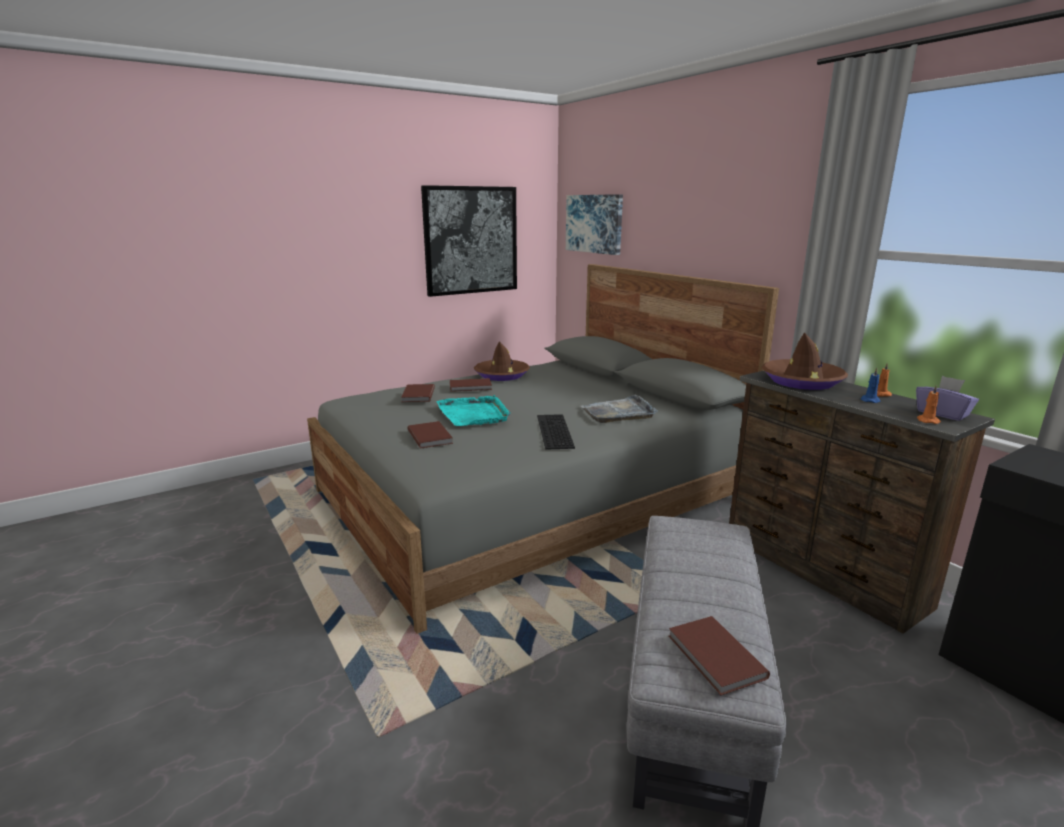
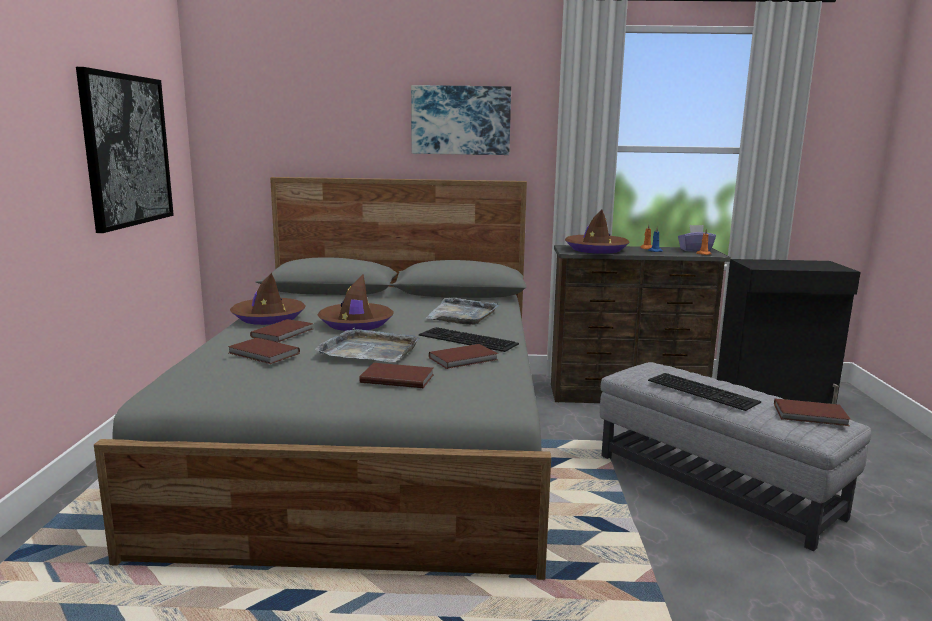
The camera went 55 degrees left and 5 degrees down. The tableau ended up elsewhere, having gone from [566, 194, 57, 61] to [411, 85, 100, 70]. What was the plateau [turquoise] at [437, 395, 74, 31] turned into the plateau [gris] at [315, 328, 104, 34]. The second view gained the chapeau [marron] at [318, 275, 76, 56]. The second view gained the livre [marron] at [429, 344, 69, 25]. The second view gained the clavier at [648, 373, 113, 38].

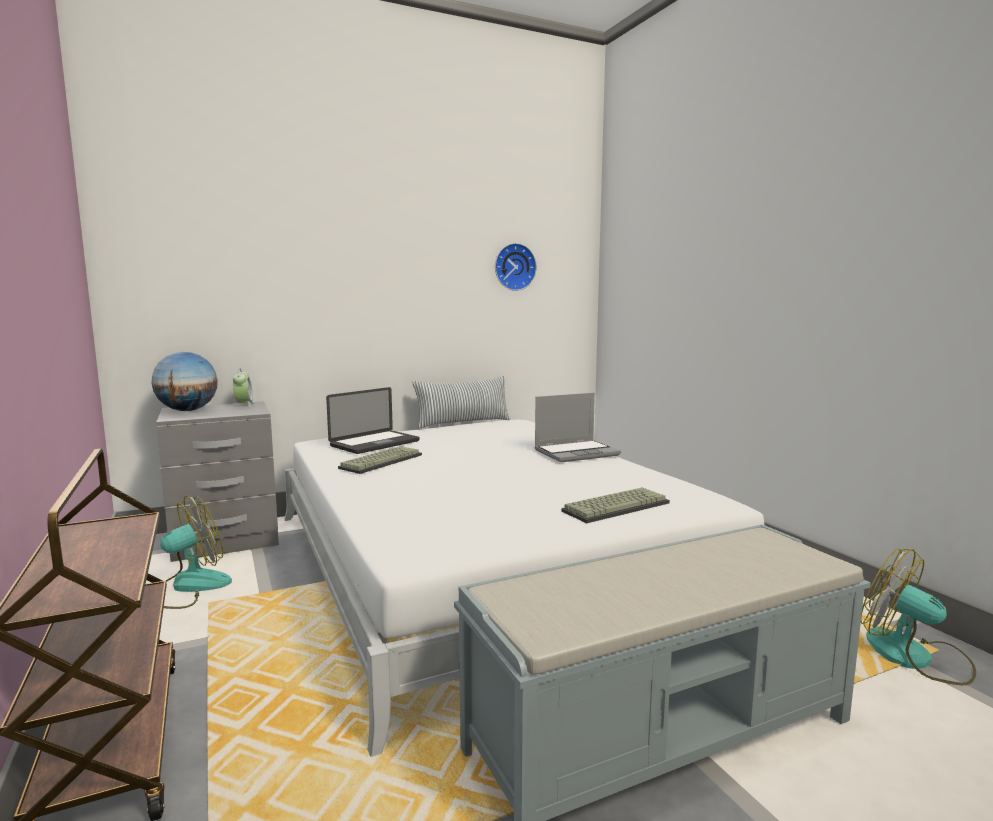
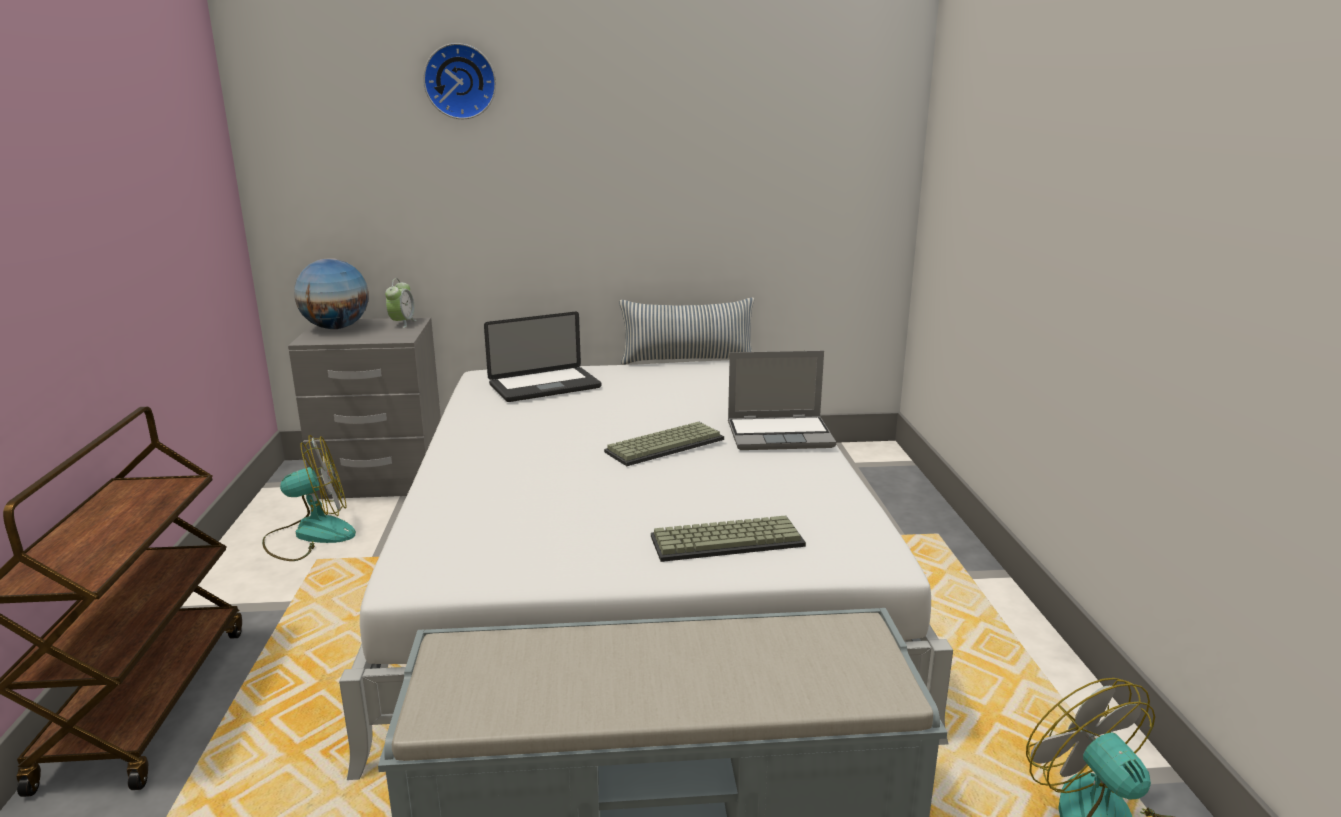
The camera went 20 degrees right and 10 degrees up. The horloge murale ended up elsewhere, having gone from [495, 243, 42, 48] to [423, 43, 73, 76]. The clavier ended up elsewhere, having gone from [338, 446, 84, 28] to [604, 422, 120, 44].

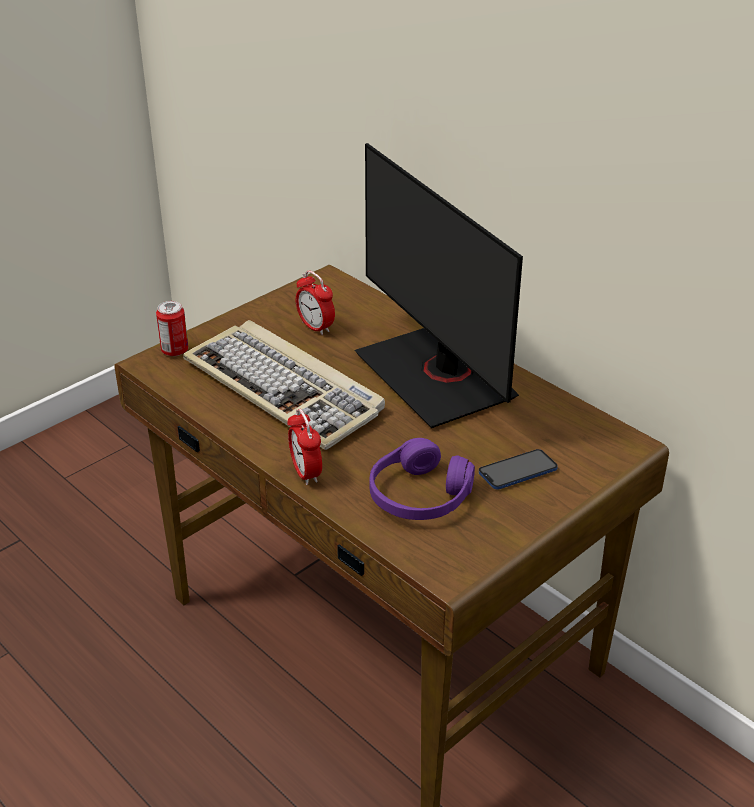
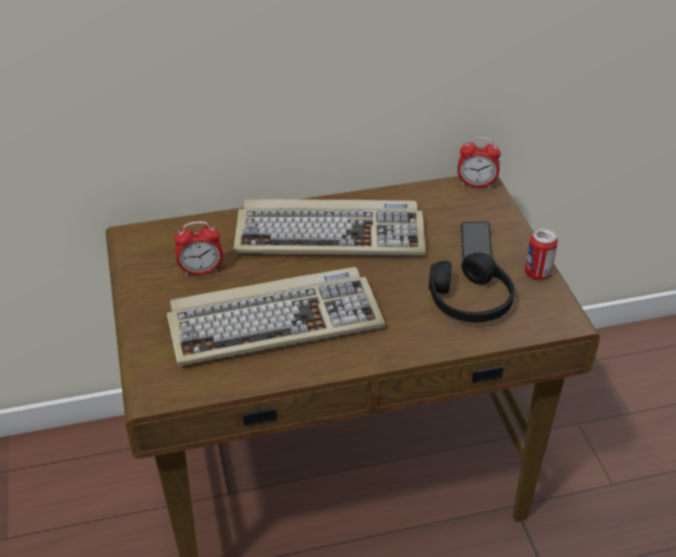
The camera went 60 degrees left and 5 degrees up. Where the écran d'ordinateur stood at [355, 143, 168, 285], the clavier came to stand at [234, 199, 192, 56]. The boîte métallique ended up elsewhere, having gone from [156, 301, 32, 55] to [525, 228, 33, 52]. The réveil ended up elsewhere, having gone from [287, 409, 35, 76] to [457, 137, 44, 51]. What was the casque audio [violet] at [369, 438, 106, 82] turned into the casque audio [noir] at [429, 253, 86, 69].

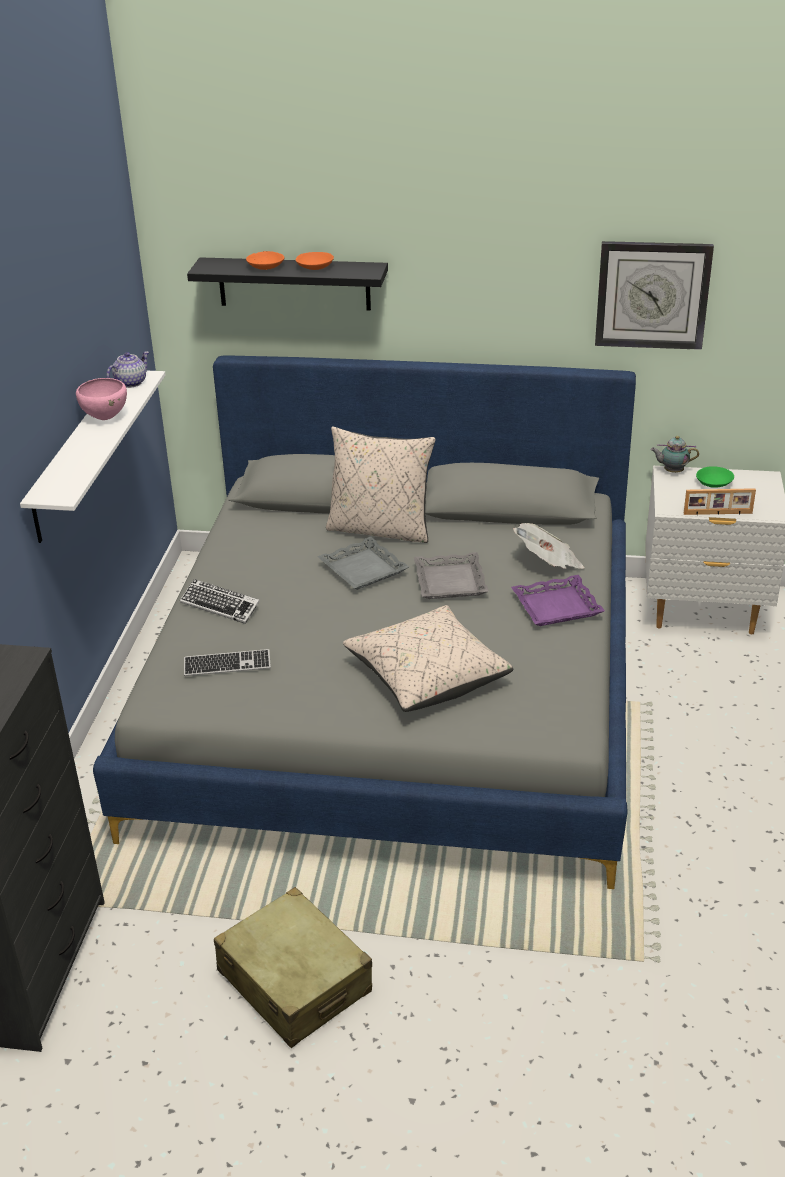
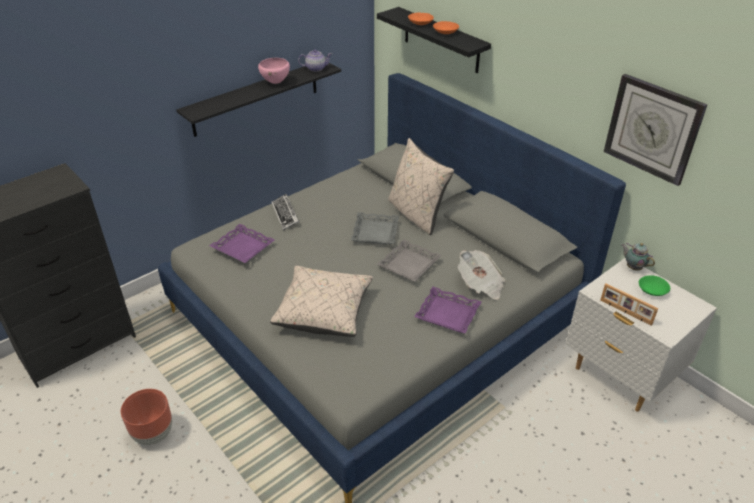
The camera went 40 degrees right and 5 degrees up. What was the étagère [blanc] at [20, 371, 146, 172] turned into the étagère [noir] at [176, 63, 165, 74]. Where the clavier stood at [184, 649, 87, 27], the plateau [violet] came to stand at [209, 224, 66, 39]. Where the valise [beige] stood at [214, 887, 158, 161], the cache-pot [marron] came to stand at [121, 389, 51, 56].

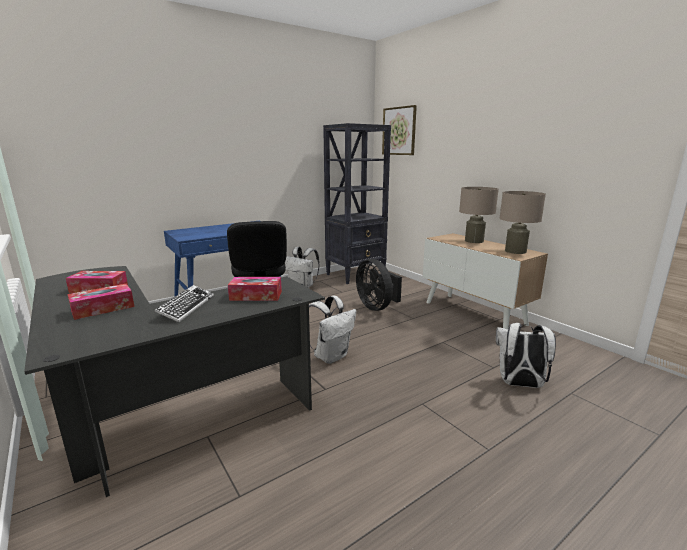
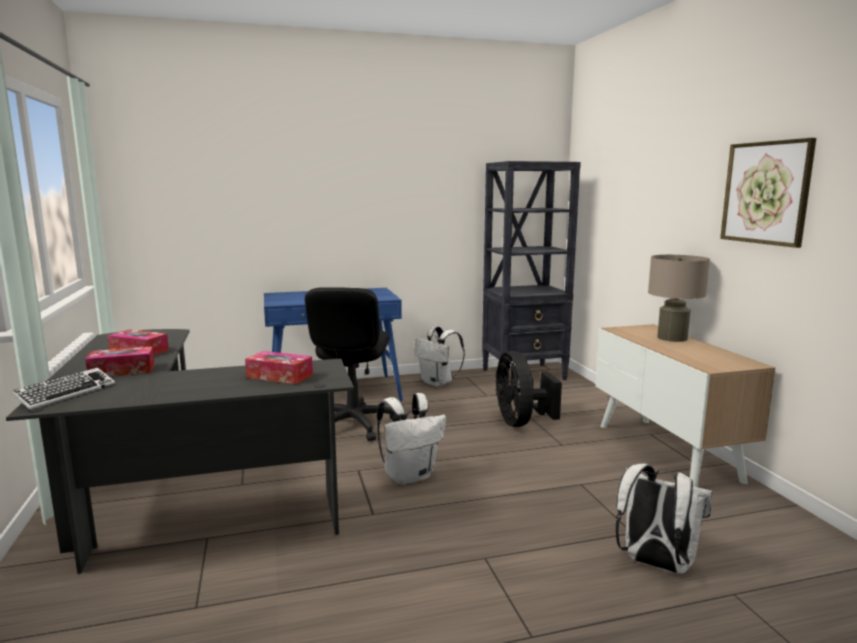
The camera went 20 degrees right and 5 degrees down. The tableau ended up elsewhere, having gone from [382, 105, 35, 50] to [720, 138, 96, 110]. The second view lost the lampe de table [beige] at [499, 191, 47, 63]. The clavier ended up elsewhere, having gone from [154, 285, 60, 37] to [11, 367, 104, 43].

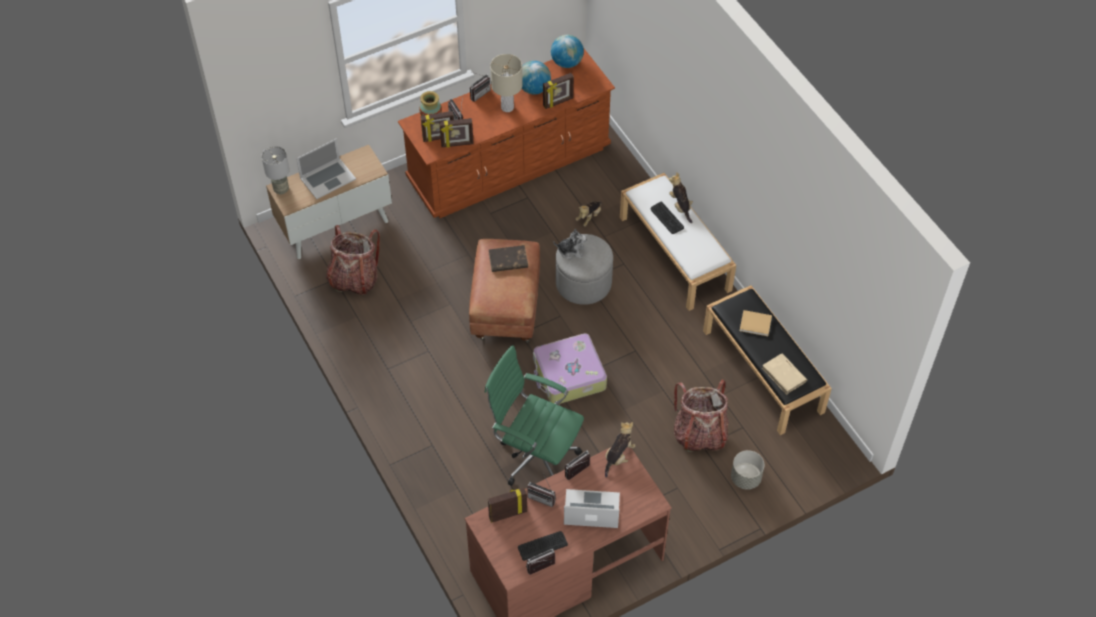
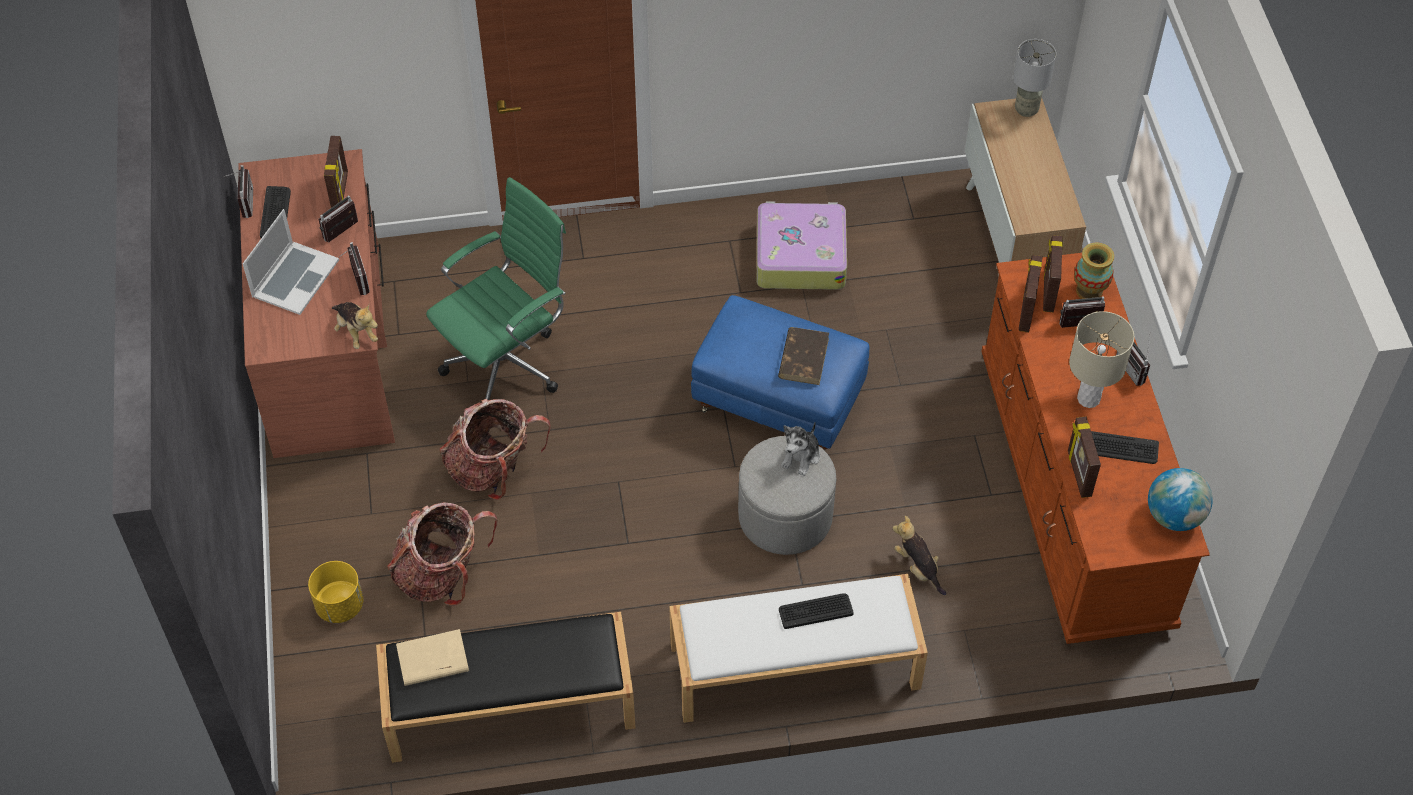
The camera went 110 degrees right and 0 degrees up. Where the globe stood at [522, 61, 29, 33], the clavier came to stand at [1091, 431, 68, 33]. The second view lost the ordinateur portable at [296, 139, 60, 60]. The second view lost the peluche at [669, 172, 24, 51]. The sac à dos ended up elsewhere, having gone from [326, 225, 54, 70] to [440, 399, 111, 101]. What was the pouf [marron] at [469, 239, 71, 104] turned into the pouf [bleu] at [691, 295, 178, 155]. The second view lost the livre [beige] at [740, 310, 32, 26]. The valise ended up elsewhere, having gone from [533, 333, 74, 71] to [757, 201, 90, 89]. What was the cache-pot [gris] at [731, 450, 34, 40] turned into the cache-pot [jaune] at [308, 561, 55, 62].

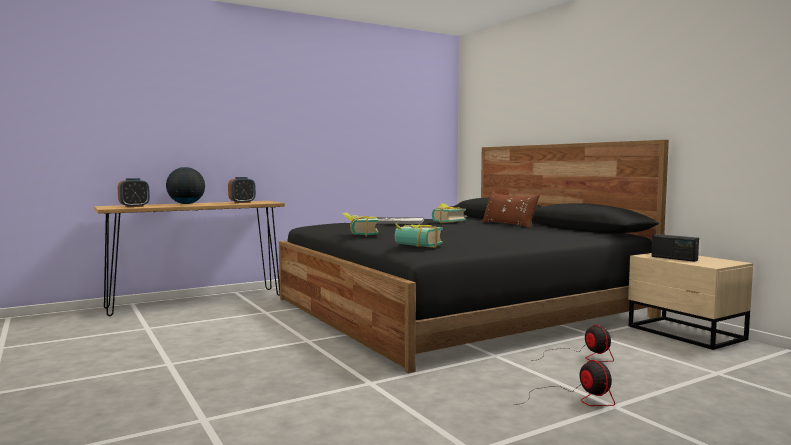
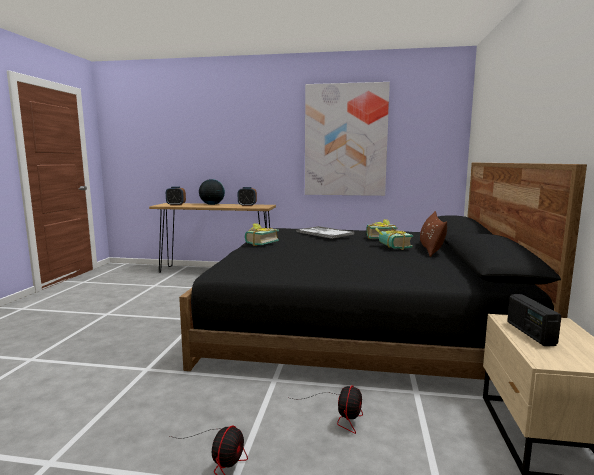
The camera went 40 degrees right and 5 degrees up. The livre ended up elsewhere, having gone from [395, 222, 48, 26] to [375, 228, 38, 22]. The second view gained the tableau at [305, 82, 85, 114].

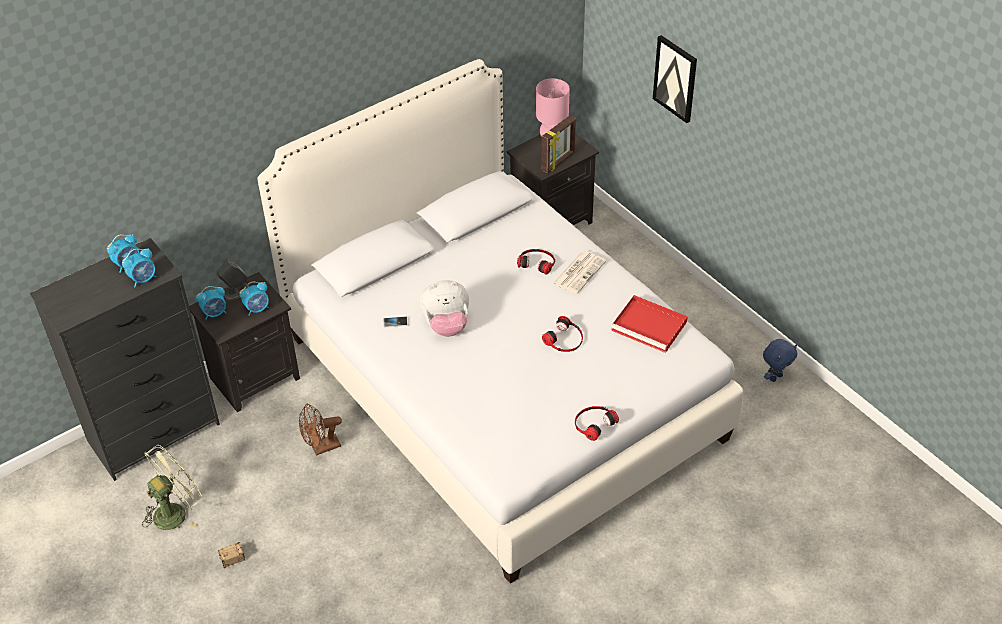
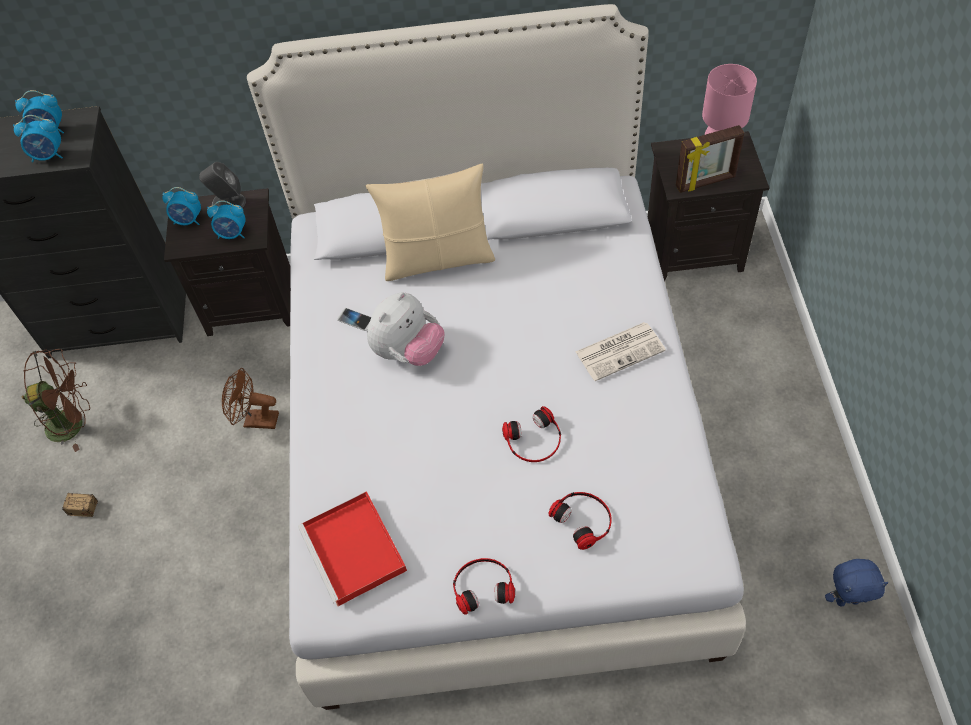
The camera went 35 degrees right and 10 degrees up. The second view lost the tableau at [653, 35, 44, 88]. The casque audio ended up elsewhere, having gone from [517, 249, 38, 25] to [549, 492, 63, 58]. The peluche at [420, 280, 49, 57] ended up facing another way, 75 degrees counterclockwise from before. The plateau [rouge] ended up elsewhere, having gone from [611, 295, 77, 58] to [298, 491, 109, 115]. What was the ventilateur [vert] at [142, 445, 60, 85] turned into the ventilateur [marron] at [22, 349, 68, 103]. The second view gained the coussin [beige] at [365, 163, 130, 118].

